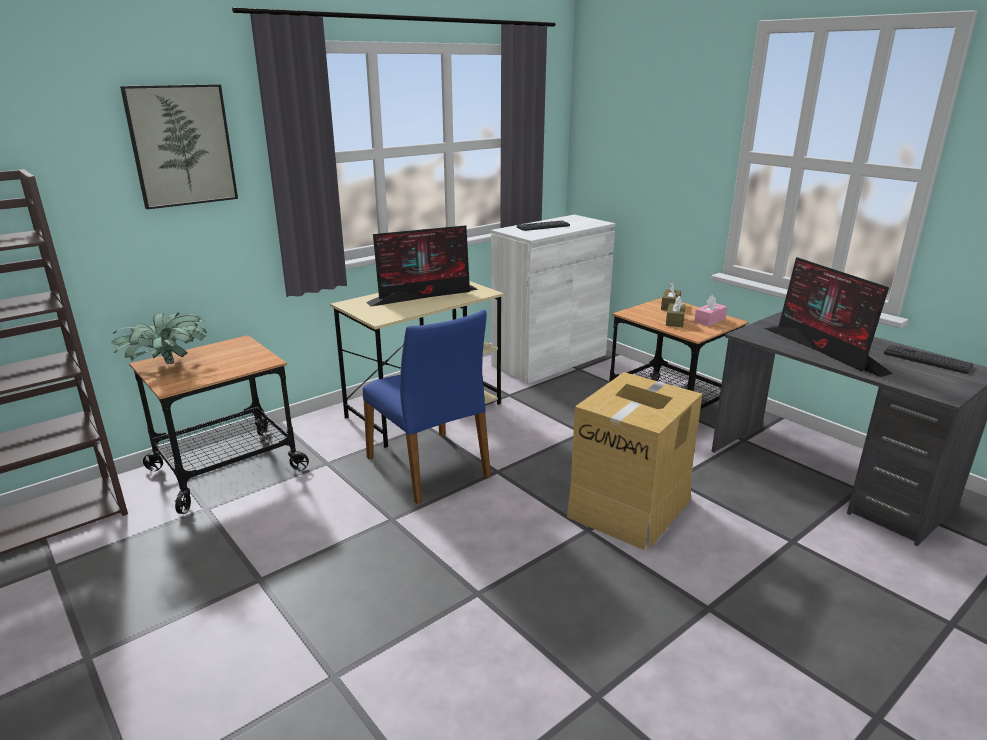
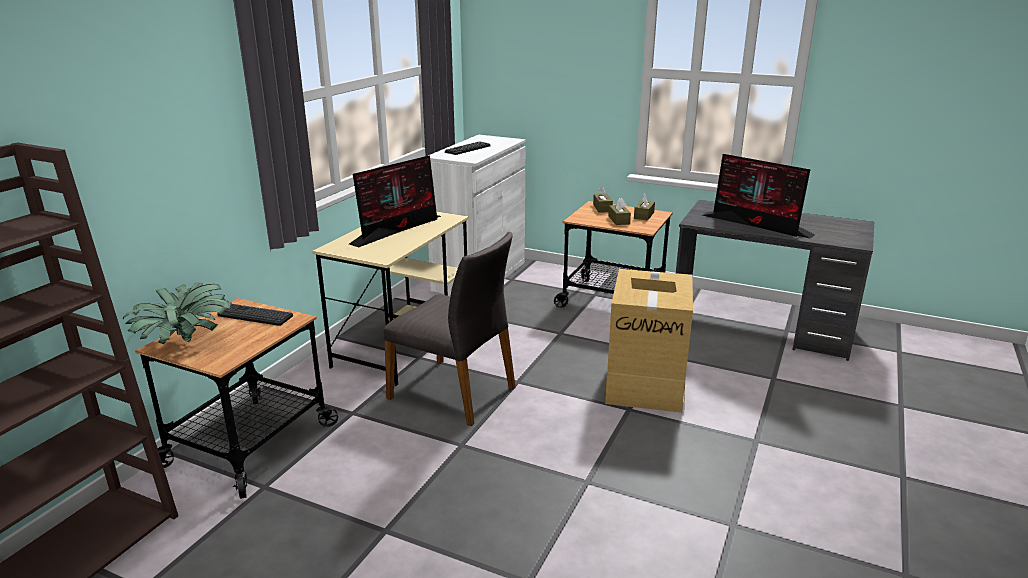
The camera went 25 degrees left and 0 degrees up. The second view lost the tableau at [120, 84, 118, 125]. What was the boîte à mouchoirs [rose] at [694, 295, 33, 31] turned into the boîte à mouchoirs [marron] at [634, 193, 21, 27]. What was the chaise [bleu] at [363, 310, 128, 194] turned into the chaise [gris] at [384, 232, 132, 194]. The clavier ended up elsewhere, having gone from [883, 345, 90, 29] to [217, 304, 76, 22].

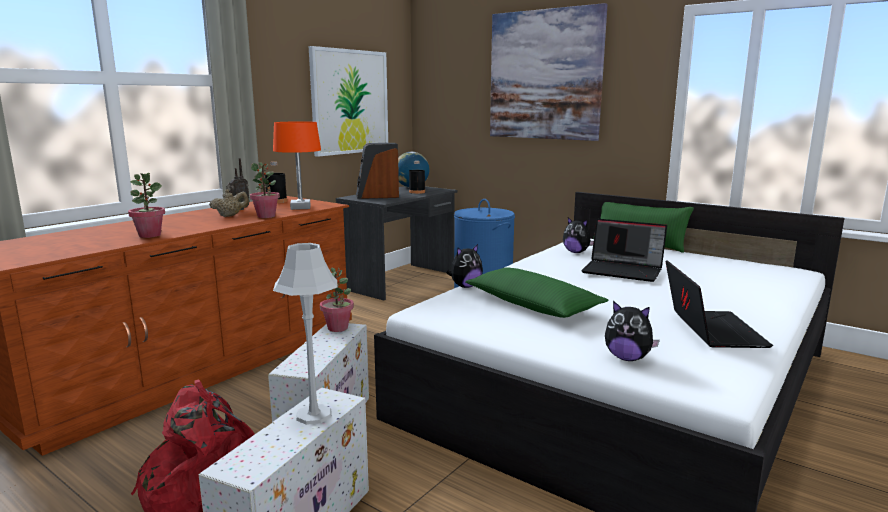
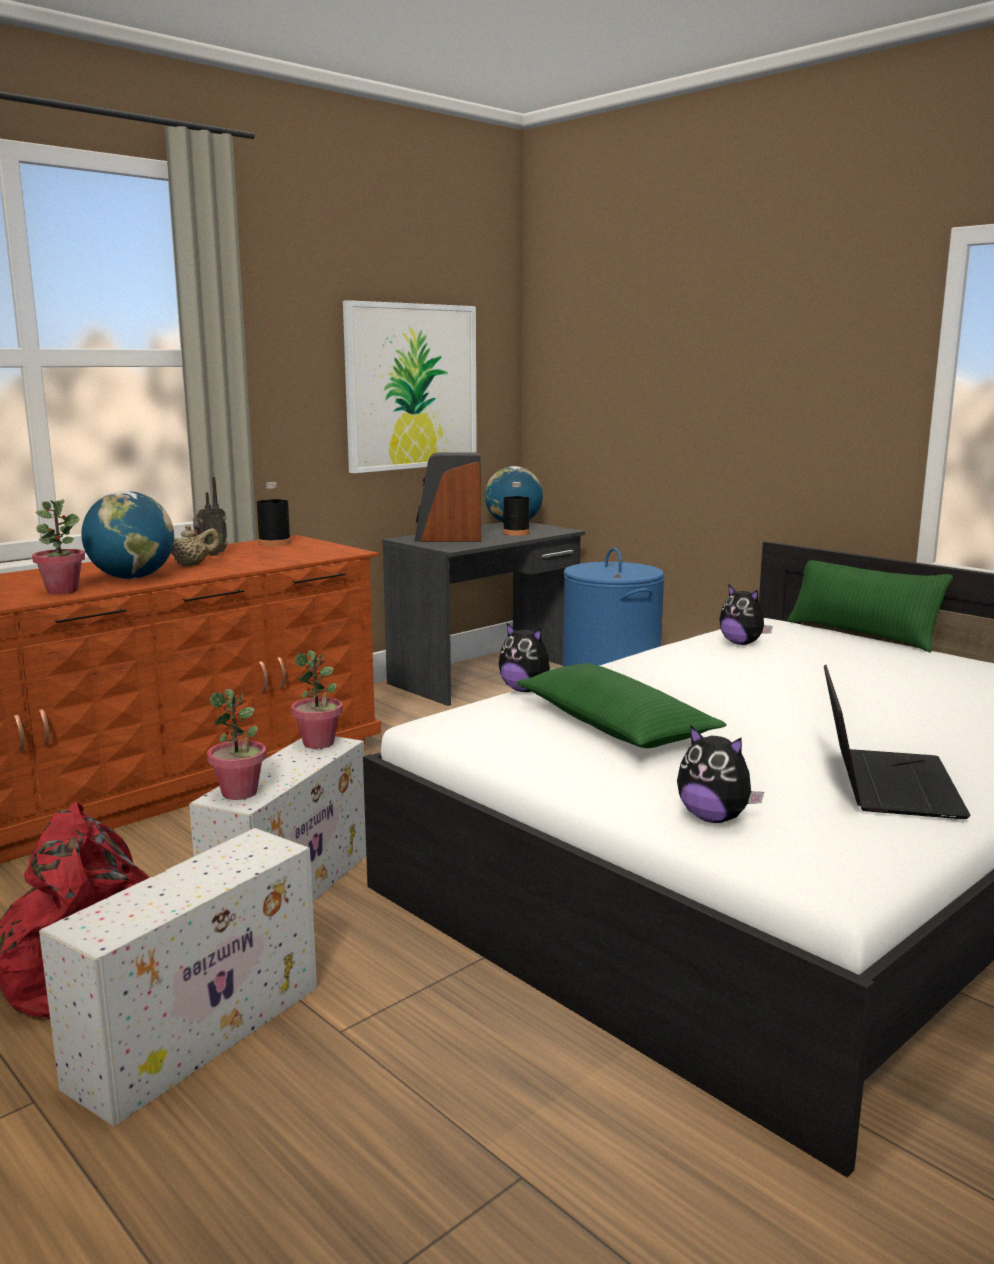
The camera went 10 degrees right and 0 degrees up. The second view lost the tableau at [490, 3, 118, 138]. The second view lost the lampe de table [orange] at [273, 121, 48, 89]. The plante en pot ended up elsewhere, having gone from [250, 162, 30, 56] to [207, 689, 60, 111]. The second view lost the ordinateur portable at [581, 219, 86, 63]. The second view lost the lampe de table [gris] at [273, 243, 65, 182]. The peluche at [447, 244, 36, 44] ended up facing another way, 60 degrees clockwise from before. The second view gained the globe at [82, 491, 92, 88].

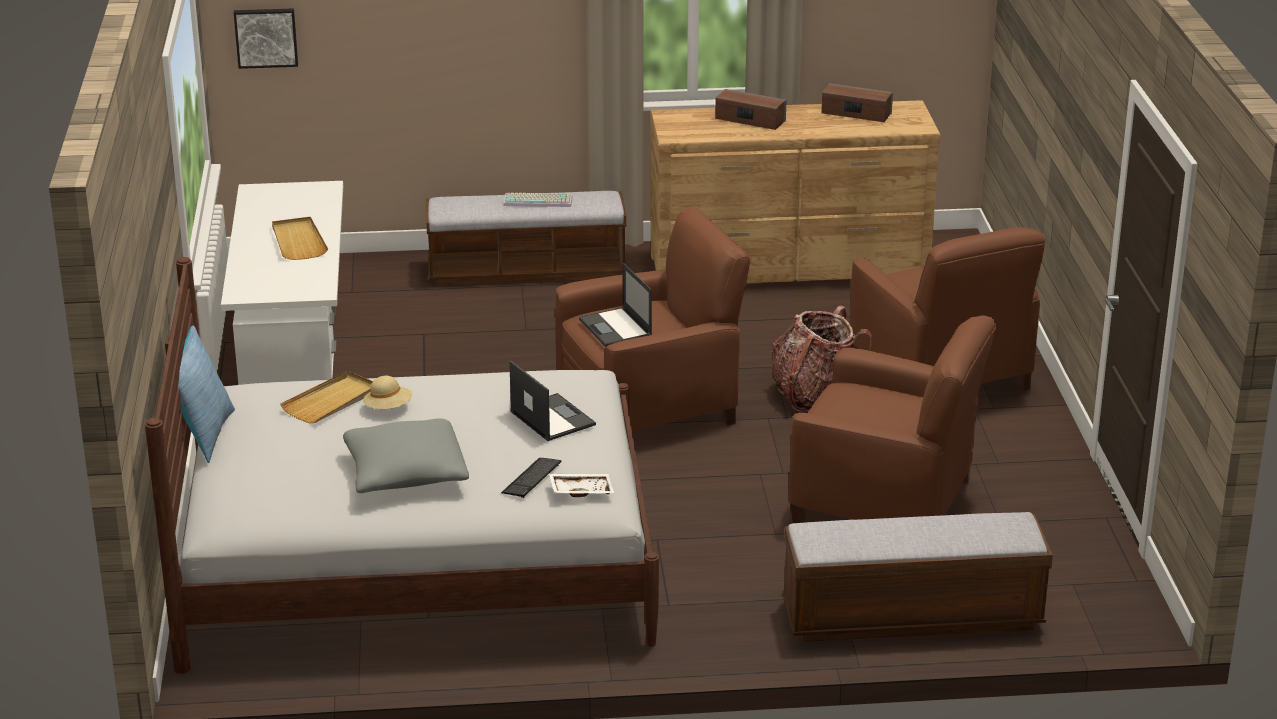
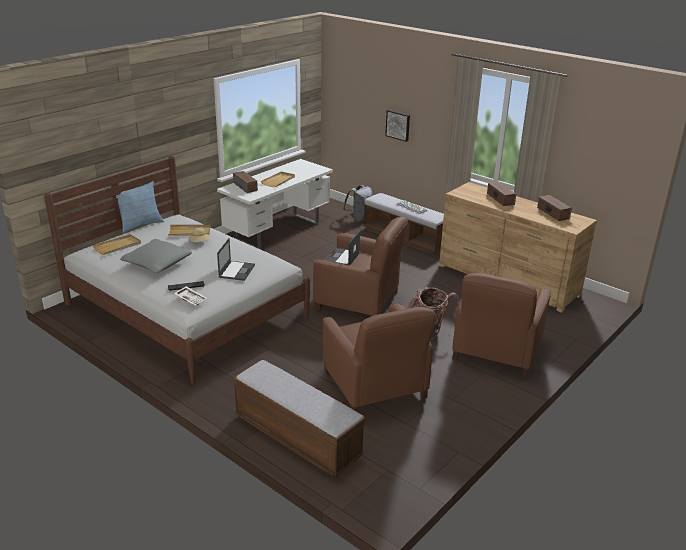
The camera went 45 degrees right and 0 degrees up. The tableau ended up elsewhere, having gone from [234, 8, 64, 61] to [385, 110, 25, 32]. The second view gained the enceinte at [233, 171, 25, 22]. The second view gained the sac à dos [gris] at [343, 185, 30, 37]. The second view gained the plateau [beige] at [92, 234, 49, 21].

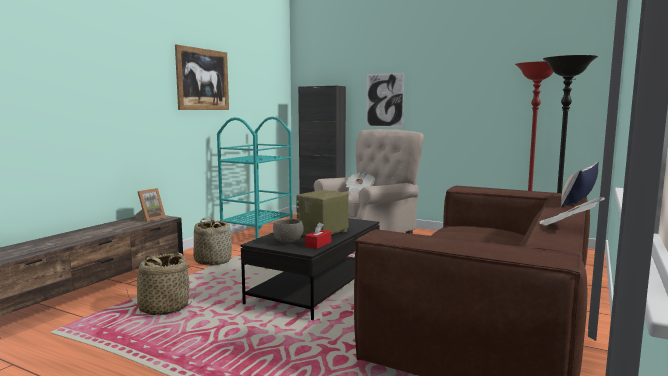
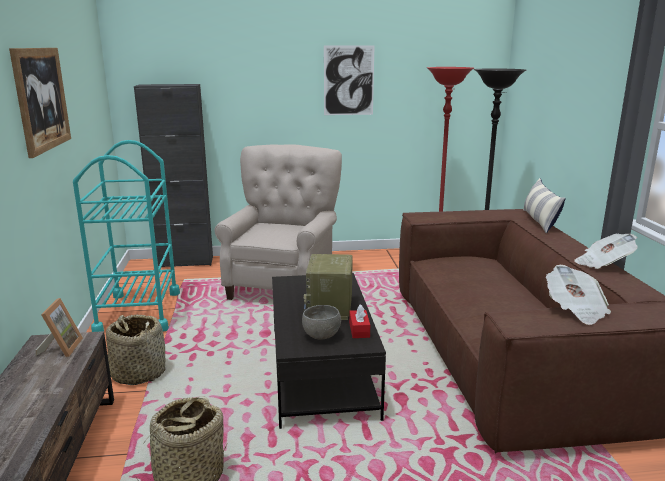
The camera went 35 degrees left and 10 degrees up. The tableau ended up elsewhere, having gone from [366, 73, 38, 54] to [324, 45, 51, 70]. The journal ended up elsewhere, having gone from [346, 172, 29, 22] to [546, 265, 65, 60].

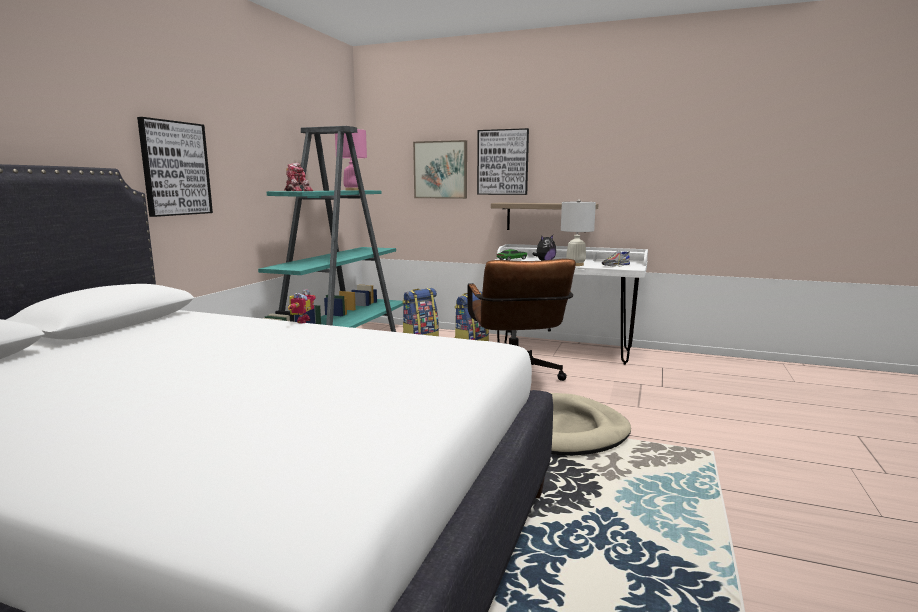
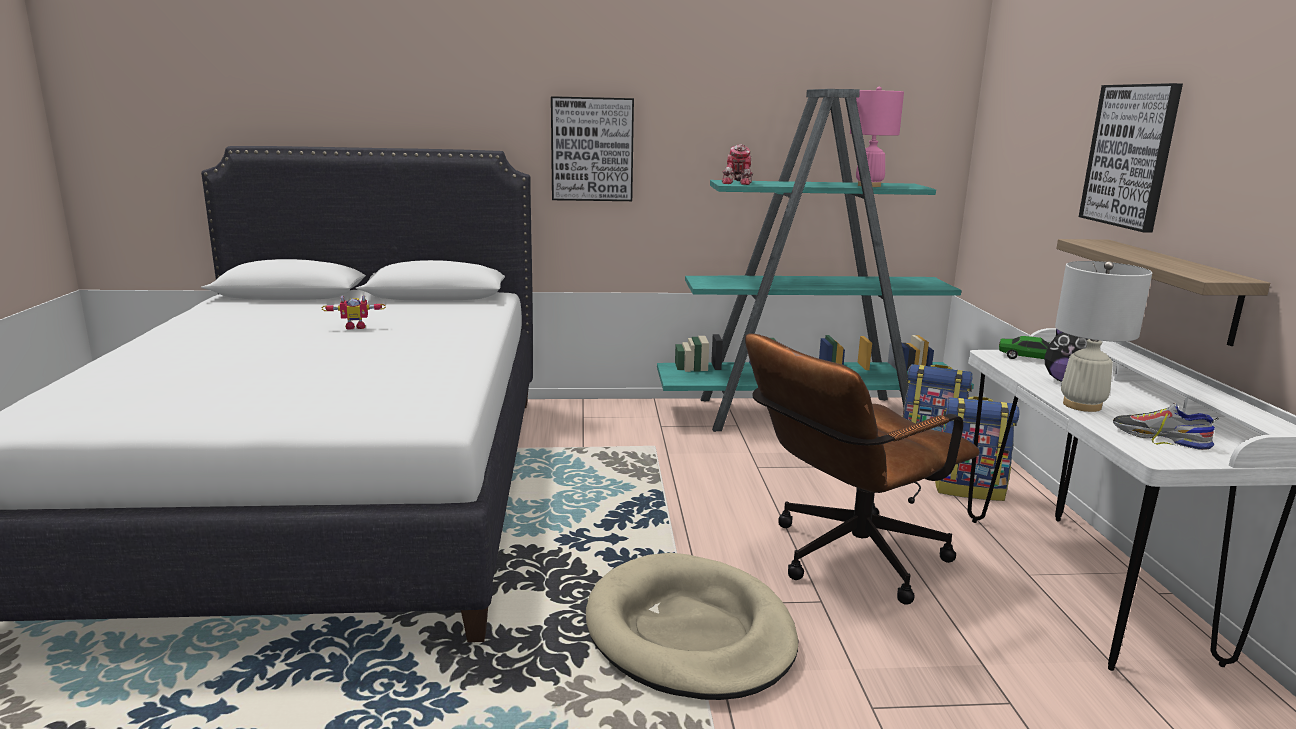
The camera went 65 degrees right and 5 degrees up. The second view lost the tableau at [413, 140, 54, 59]. The robot jouet ended up elsewhere, having gone from [288, 289, 28, 35] to [322, 295, 64, 35].

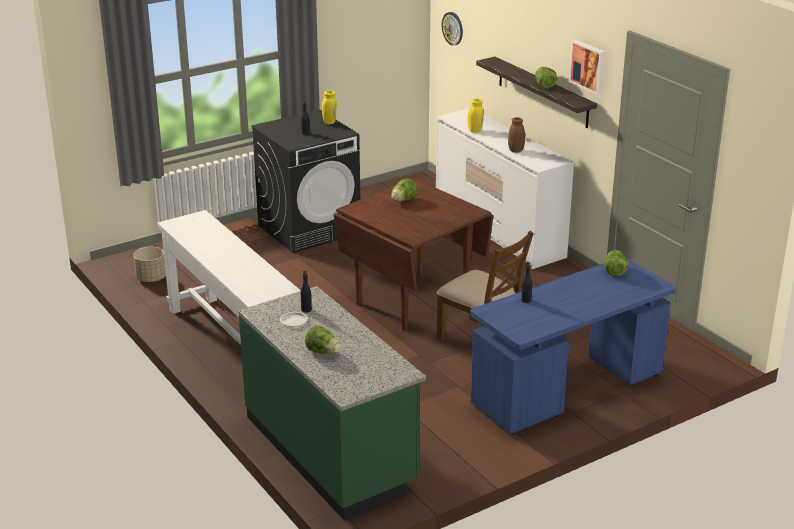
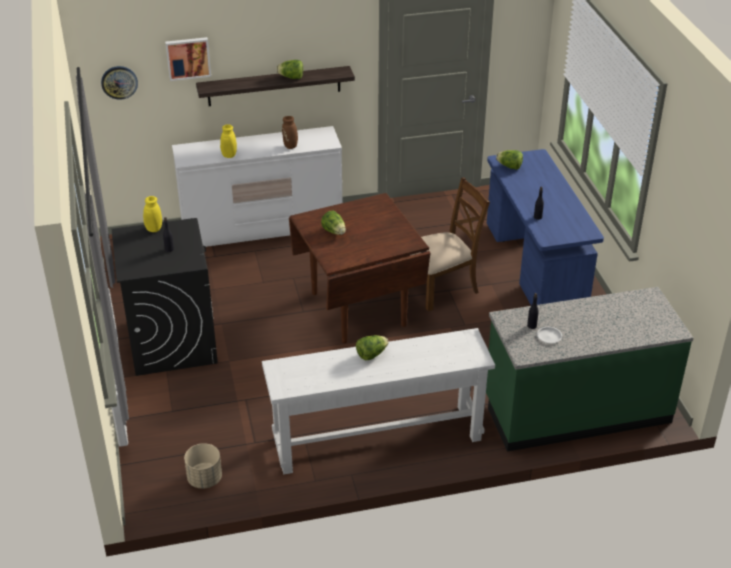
The camera went 70 degrees left and 10 degrees up. The tableau ended up elsewhere, having gone from [569, 40, 36, 55] to [165, 37, 46, 44]. The laitue ended up elsewhere, having gone from [305, 325, 35, 29] to [356, 335, 33, 25].

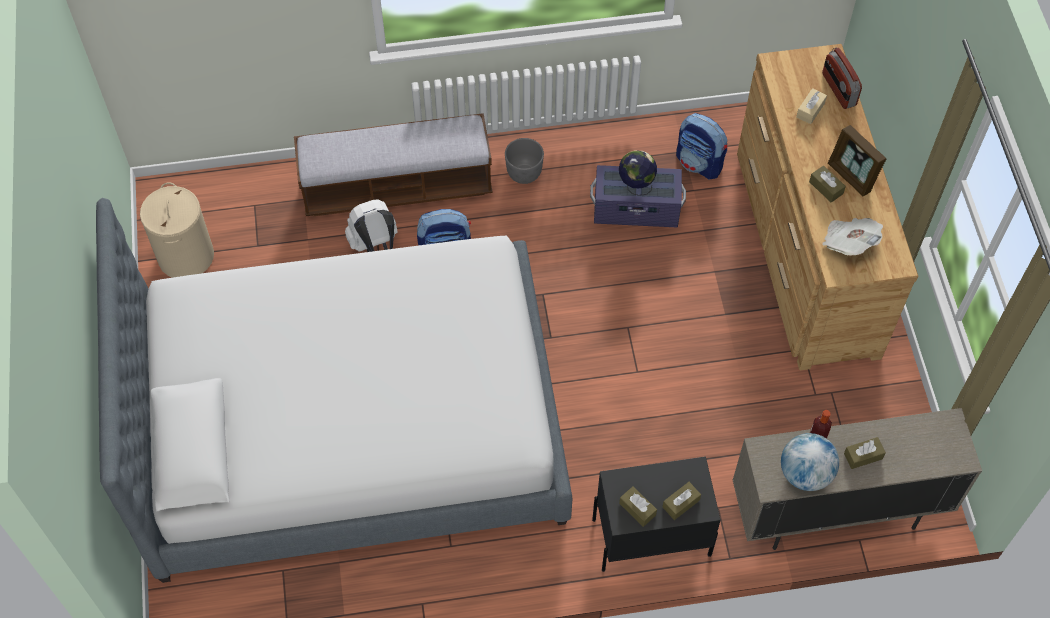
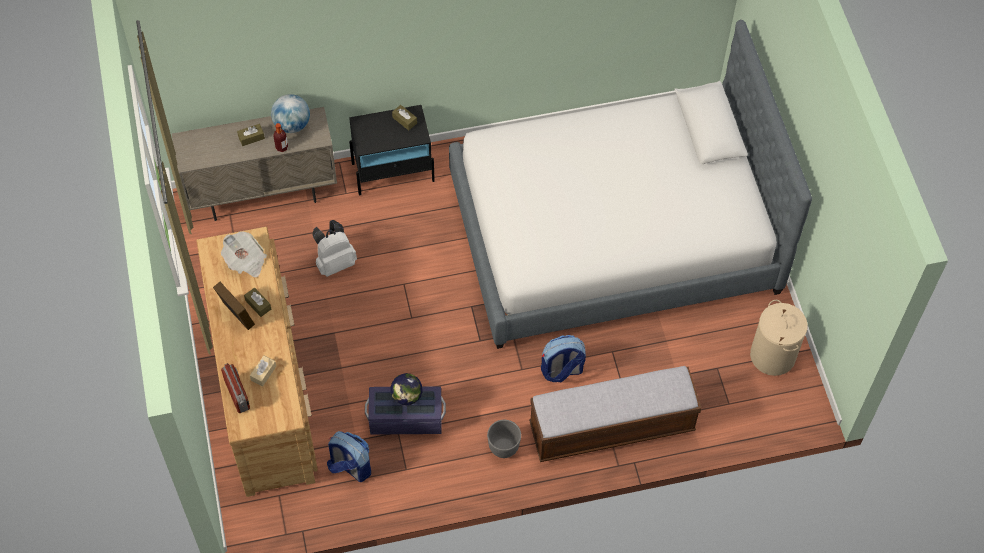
The camera went 175 degrees right and 0 degrees up. The sac à dos [blanc] ended up elsewhere, having gone from [345, 199, 52, 53] to [312, 220, 45, 57]. The second view lost the boîte à mouchoirs [marron] at [662, 482, 39, 38].

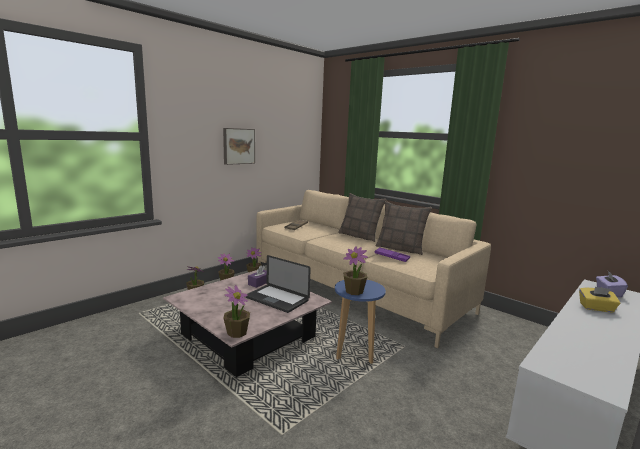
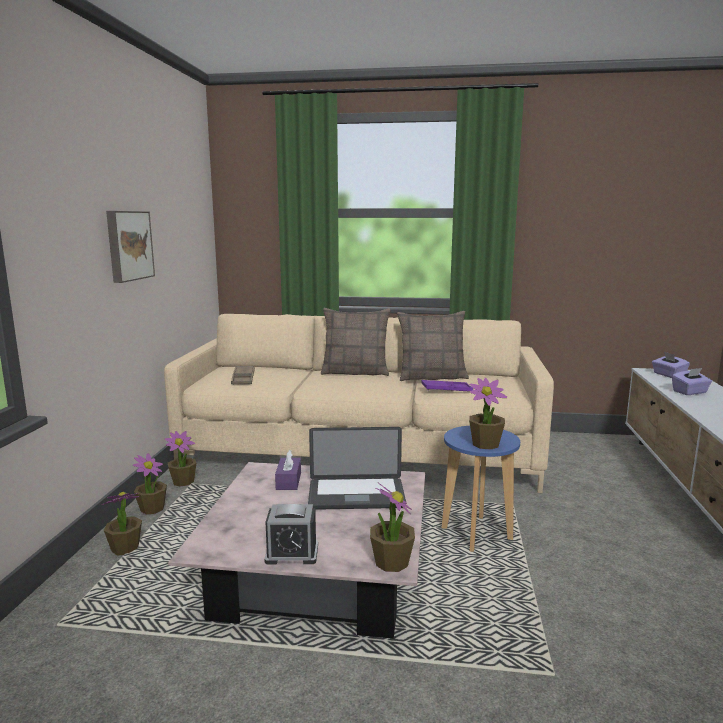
The camera went 35 degrees left and 0 degrees up. What was the boîte à mouchoirs [jaune] at [579, 287, 41, 26] turned into the boîte à mouchoirs [violet] at [672, 368, 40, 27]. The second view gained the réveil at [264, 504, 54, 60].

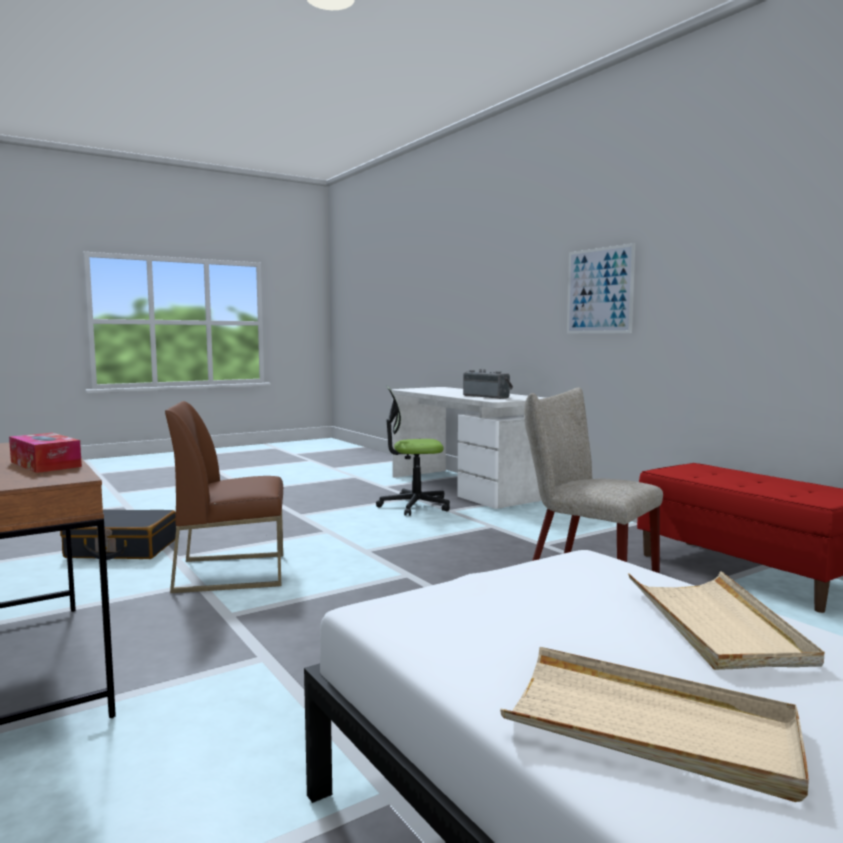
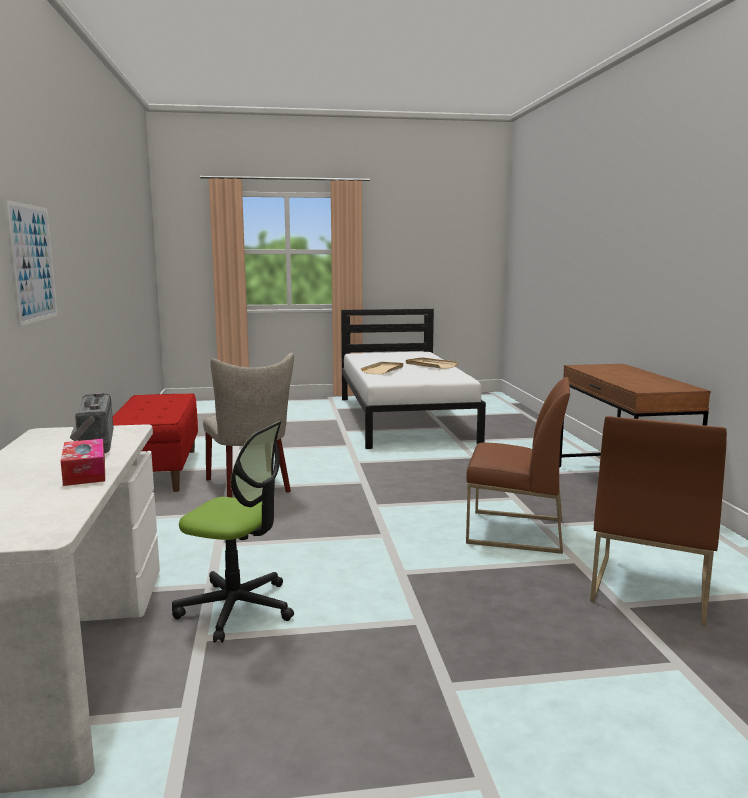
The camera went 155 degrees left and 5 degrees up. The boîte à mouchoirs ended up elsewhere, having gone from [9, 433, 73, 40] to [61, 439, 44, 47]. Where the valise [noir] stood at [60, 510, 116, 50], the chaise [marron] came to stand at [590, 416, 137, 210].

